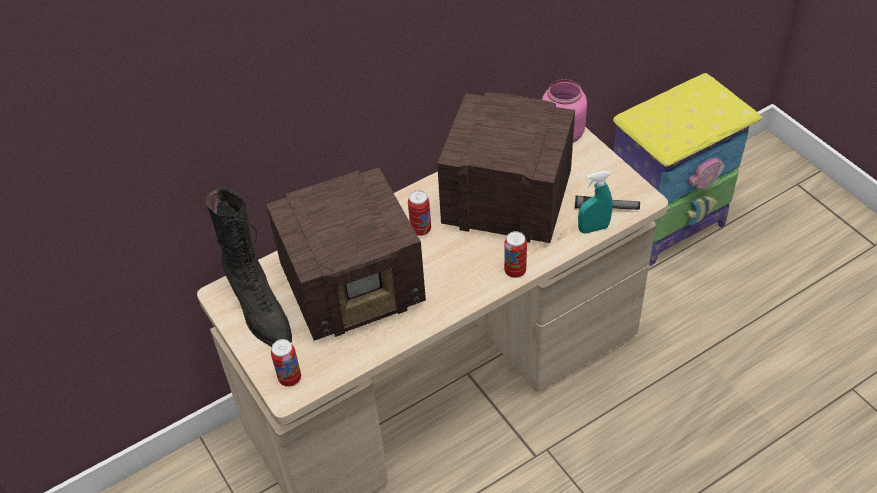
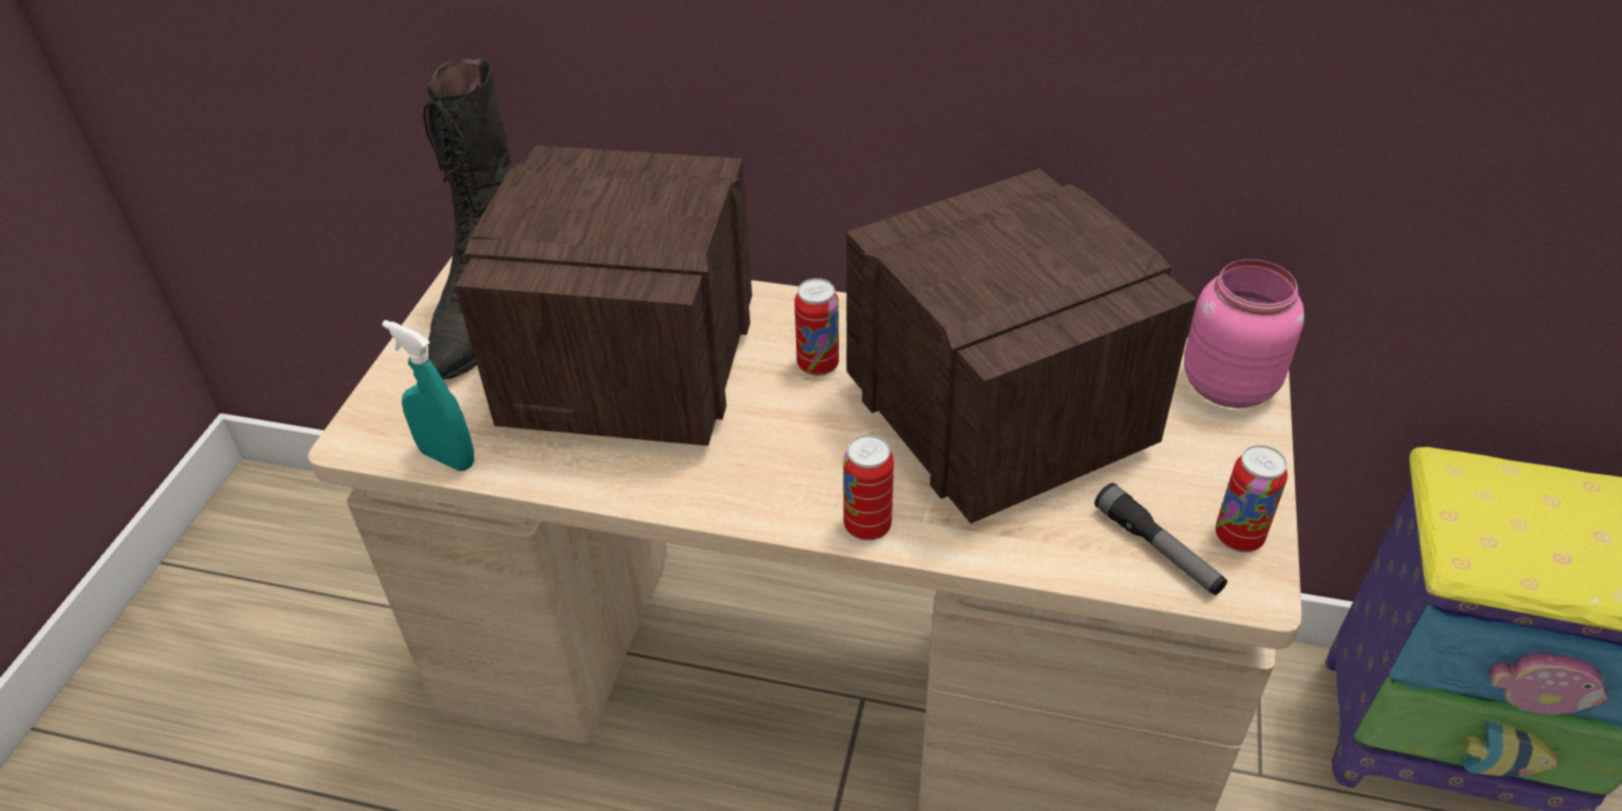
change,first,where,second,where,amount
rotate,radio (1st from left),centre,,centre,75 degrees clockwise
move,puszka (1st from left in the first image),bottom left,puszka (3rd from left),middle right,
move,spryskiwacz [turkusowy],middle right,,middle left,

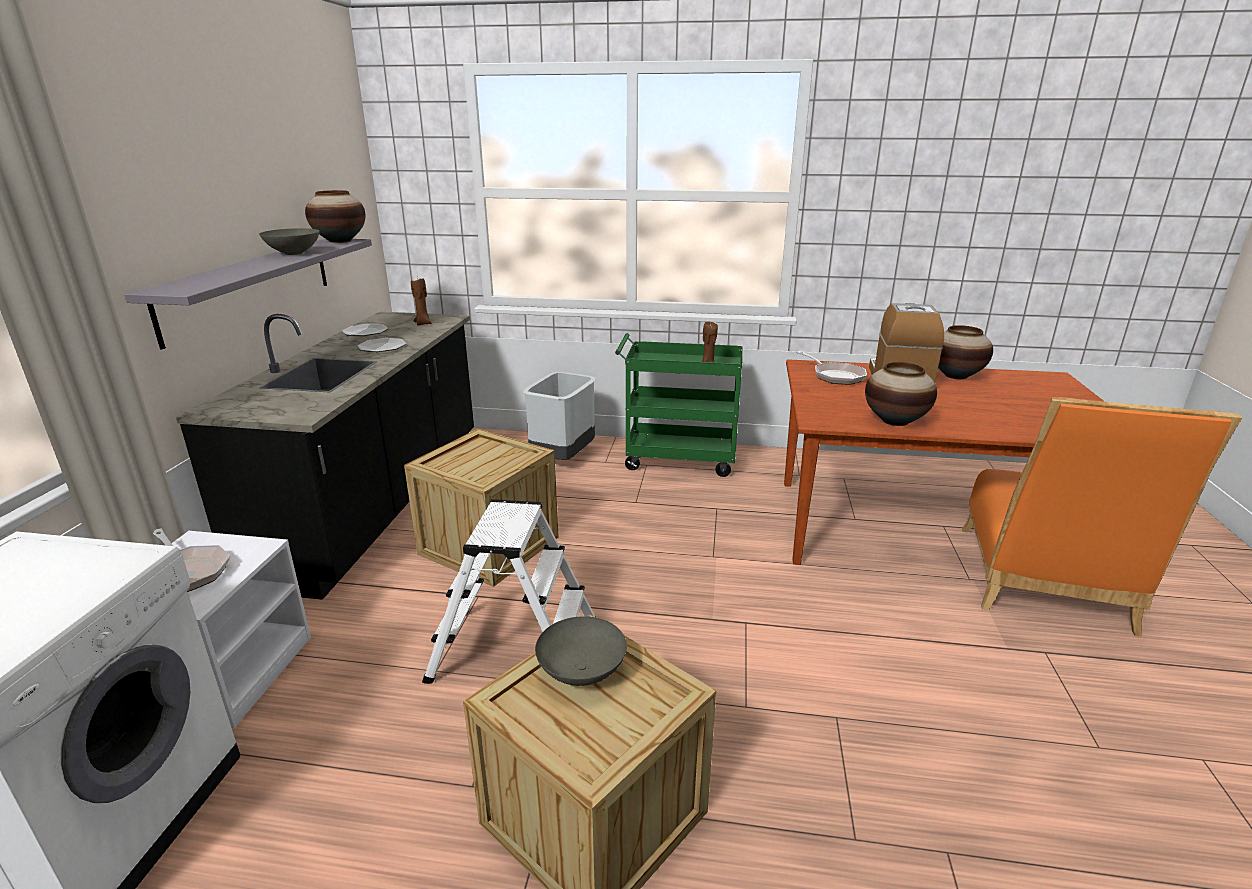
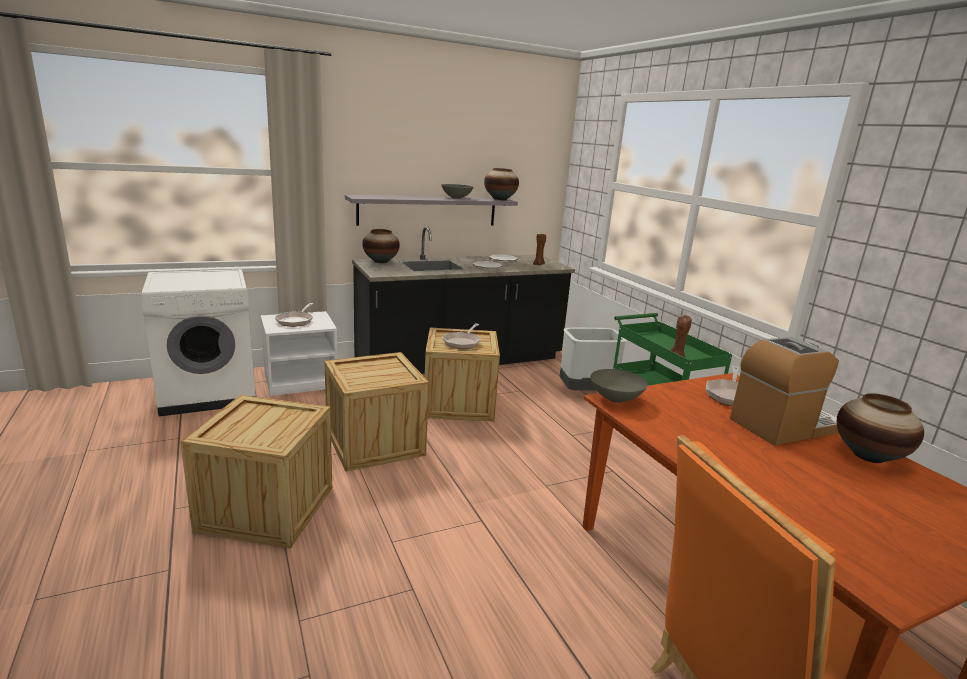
change,first,where,second,where,amount
replace,drabinka [biały],centre,skrzynka (2nd from left),centre,
move,miska [szary] (2nd from left),bottom centre,,centre,
move,wazon (2nd from left in the first image),middle right,wazon (1st from left),centre,
insert,,,patelnia (2nd from left),centre,

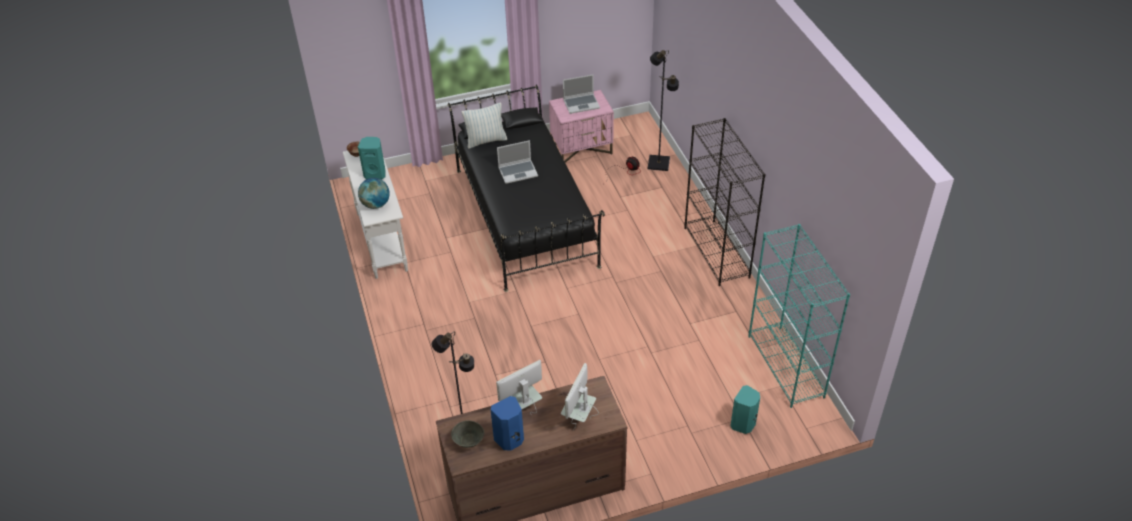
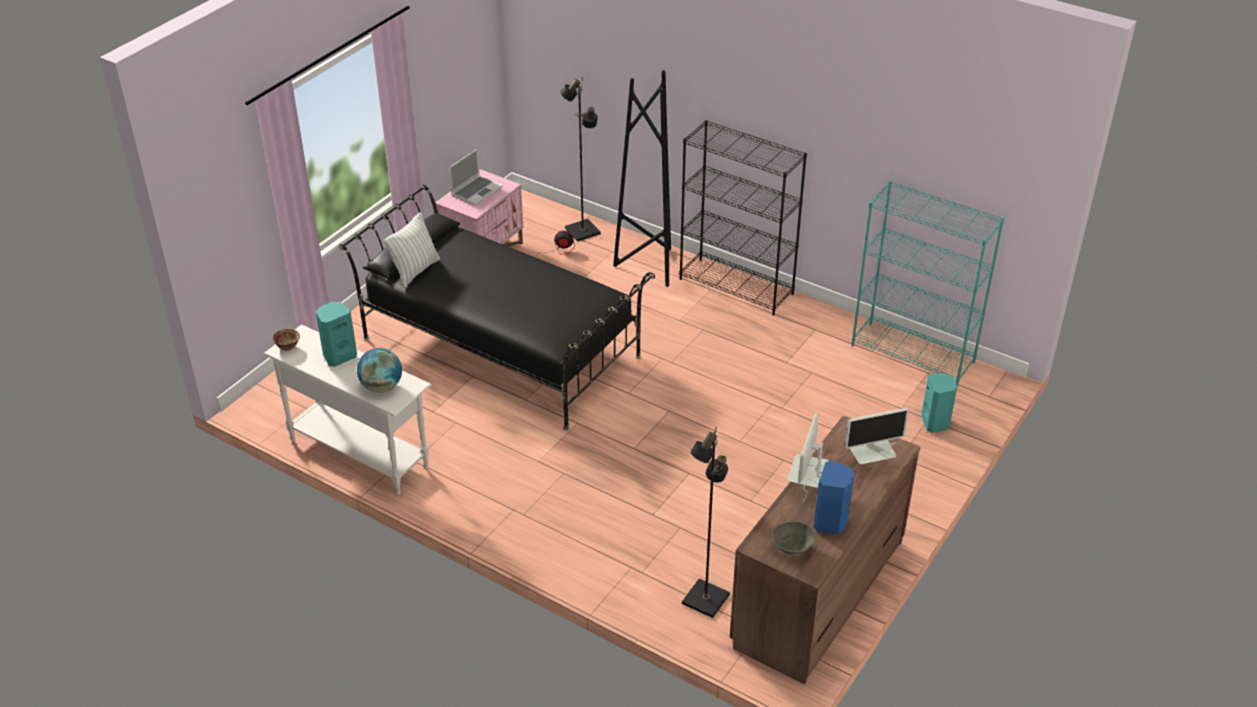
change,first,where,second,where,amount
delete,laptop (1st from left),top centre,,,
rotate,monitor (2nd from left),bottom centre,,middle right,90 degrees counterclockwise
insert,,,wieszak [czarny],top centre,

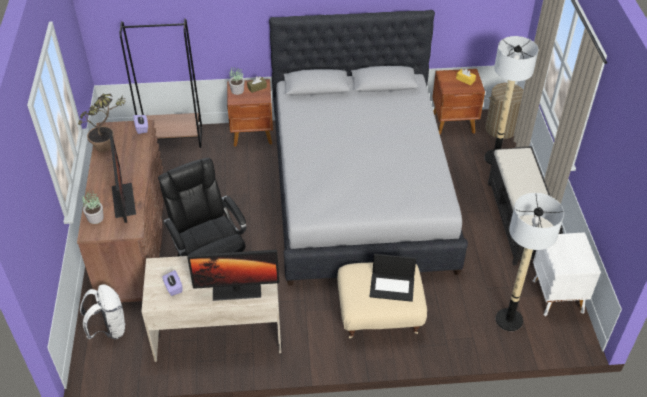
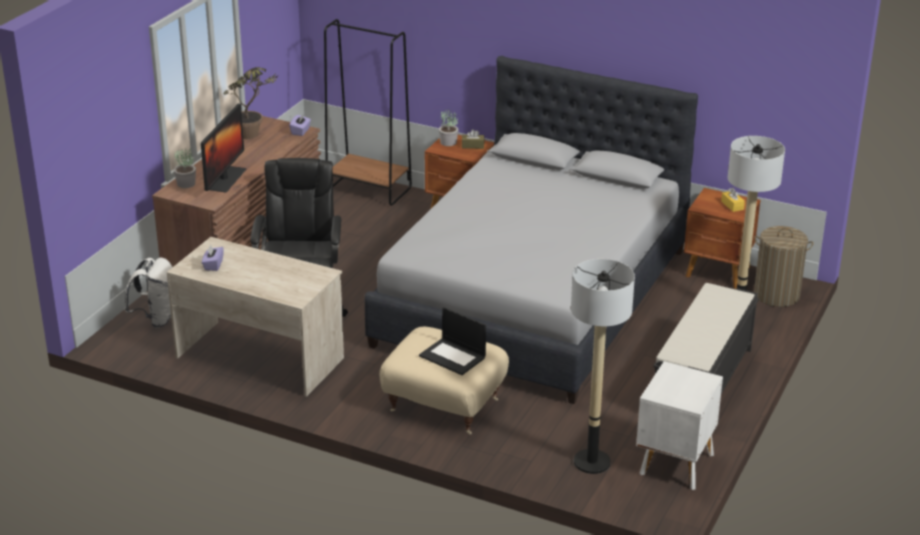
change,first,where,second,where,amount
delete,monitor (2nd from left),bottom centre,,,

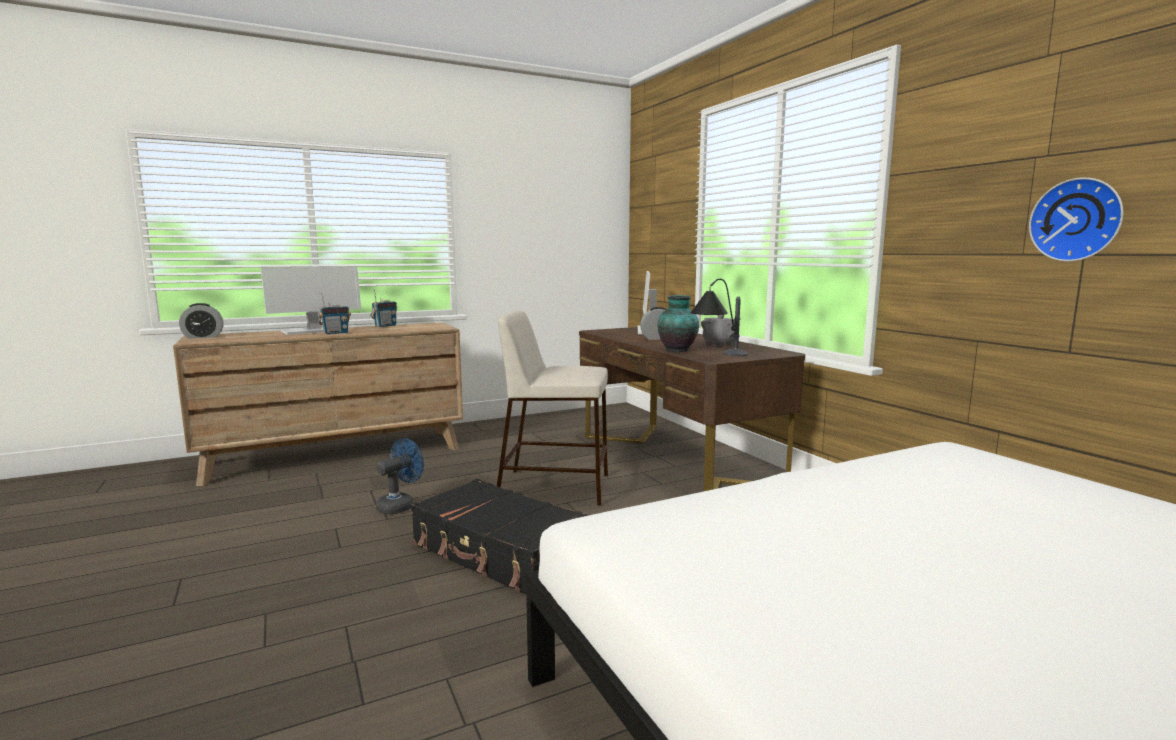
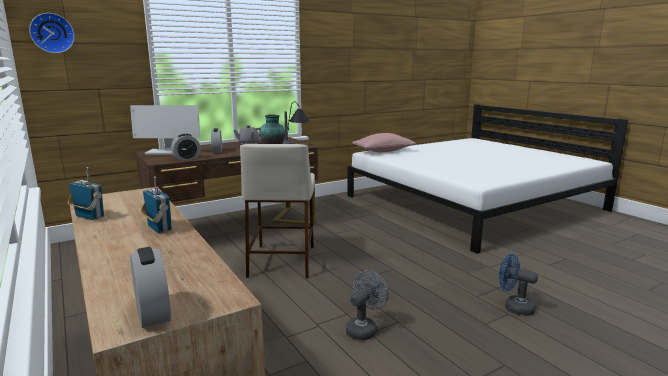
change,first,where,second,where,amount
delete,monitor (1st from left),middle left,,,
move,wentylator [niebieski],centre,,bottom right,
delete,walizka [czarny],bottom centre,,,
move,zegar ścienny,top right,,top left,
insert,,,budzik (2nd from left),middle left,
insert,,,wentylator [szary],bottom centre,
insert,,,poduszka [różowy],centre,

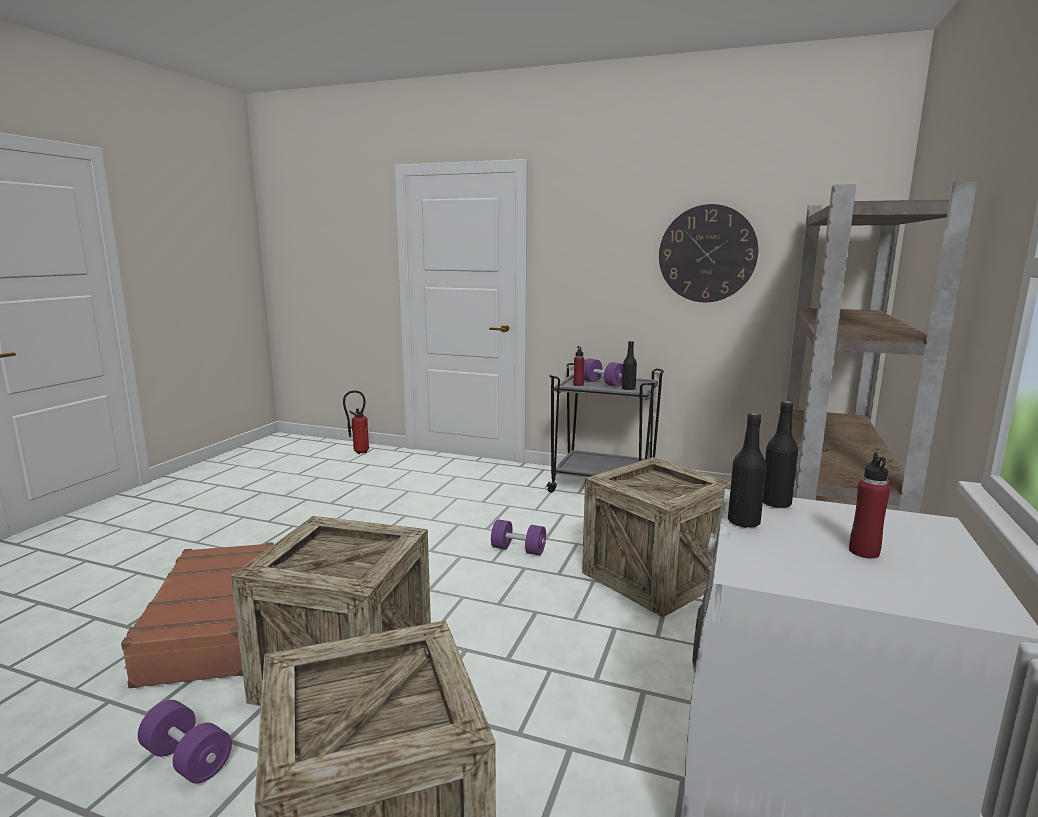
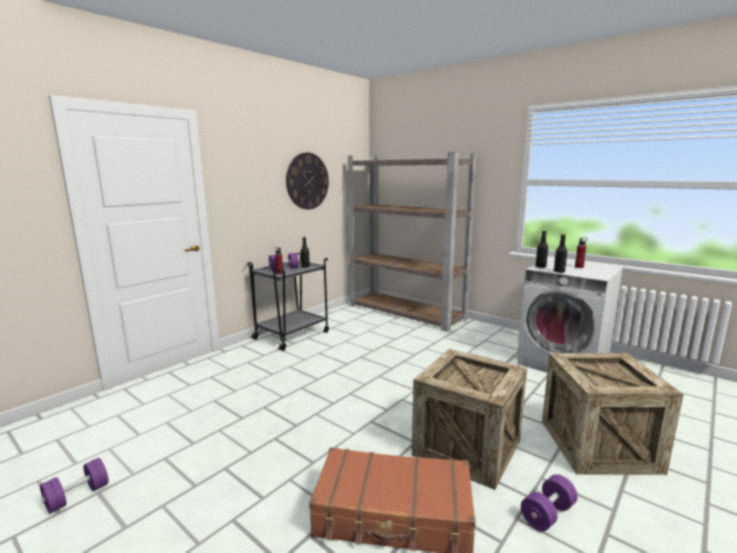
change,first,where,second,where,amount
delete,gaśnica,centre,,,
move,hantel [fioletowy] (2nd from left in the first image),centre,hantel [fioletowy] (1st from left),bottom left,
delete,skrzynka (3rd from left),centre,,,

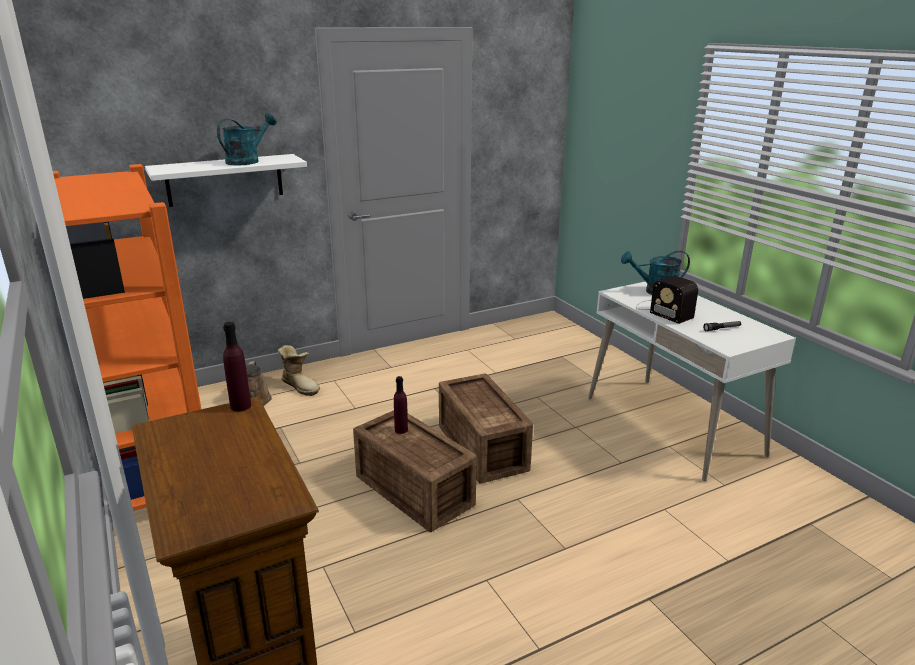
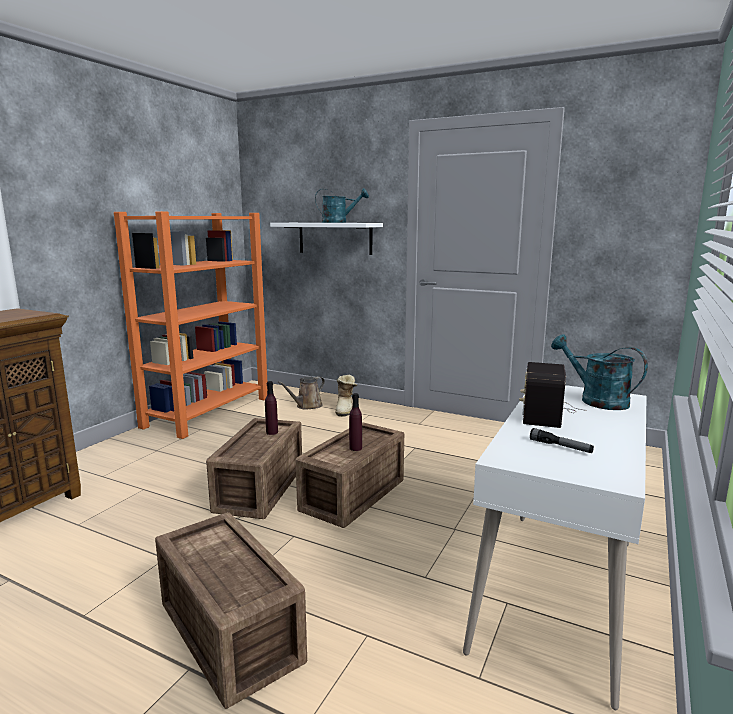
change,first,where,second,where,amount
move,butelka [fioletowy] (1st from left in the first image),middle left,butelka [fioletowy] (2nd from left),centre,
insert,,,skrzynka (1st from left),bottom left,

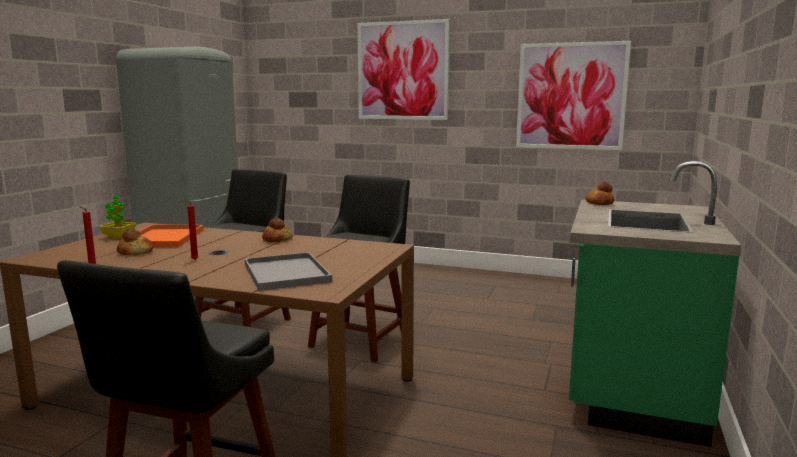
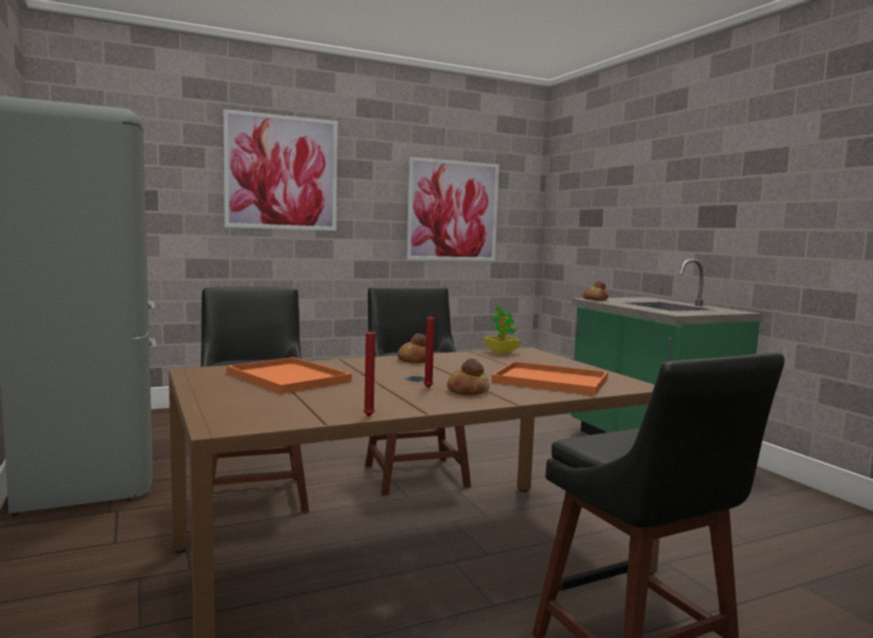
change,first,where,second,where,amount
move,roślina doniczkowa,middle left,,centre,
move,chleb (1st from left in the first image),middle left,chleb (2nd from left),centre,
recolor,taca [szary],centre,taca [pomarańczowy] (2nd from left),centre,

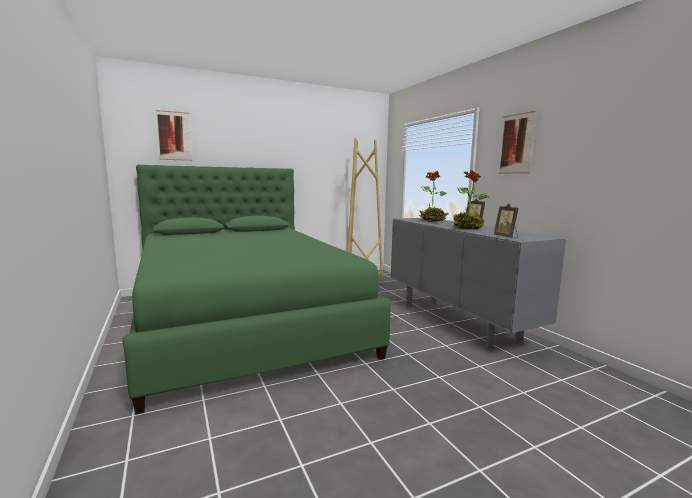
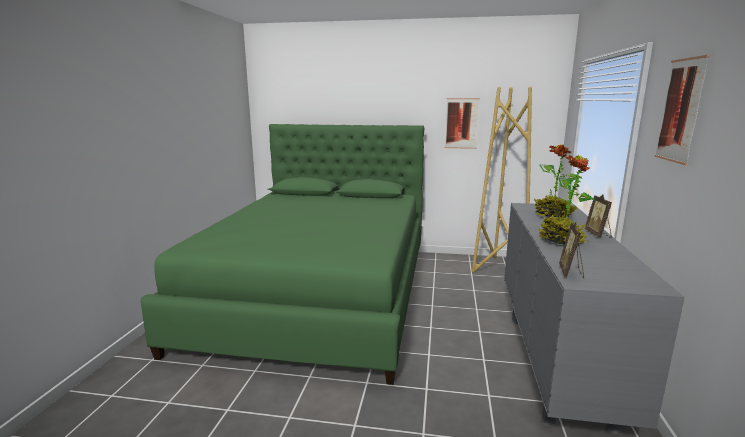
change,first,where,second,where,amount
move,obraz (1st from left),top left,,top centre,

